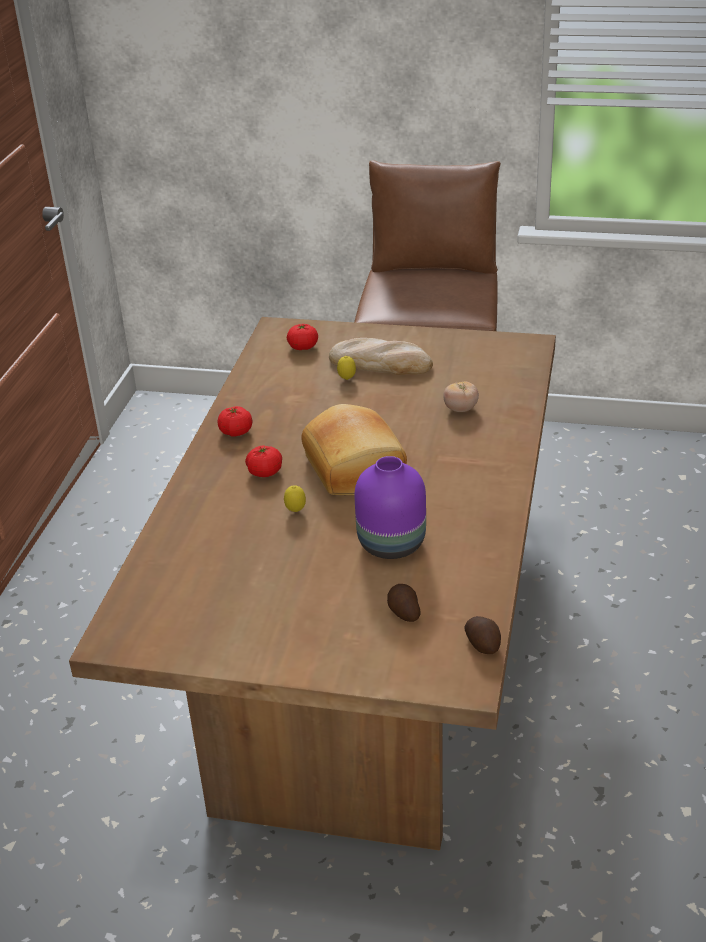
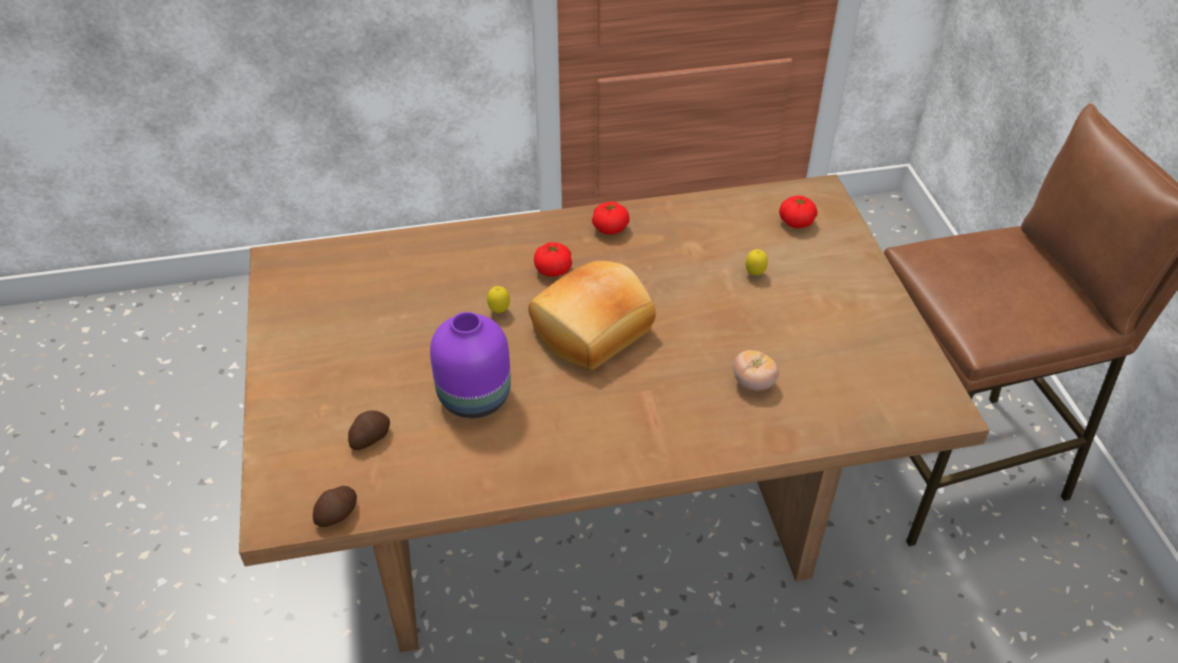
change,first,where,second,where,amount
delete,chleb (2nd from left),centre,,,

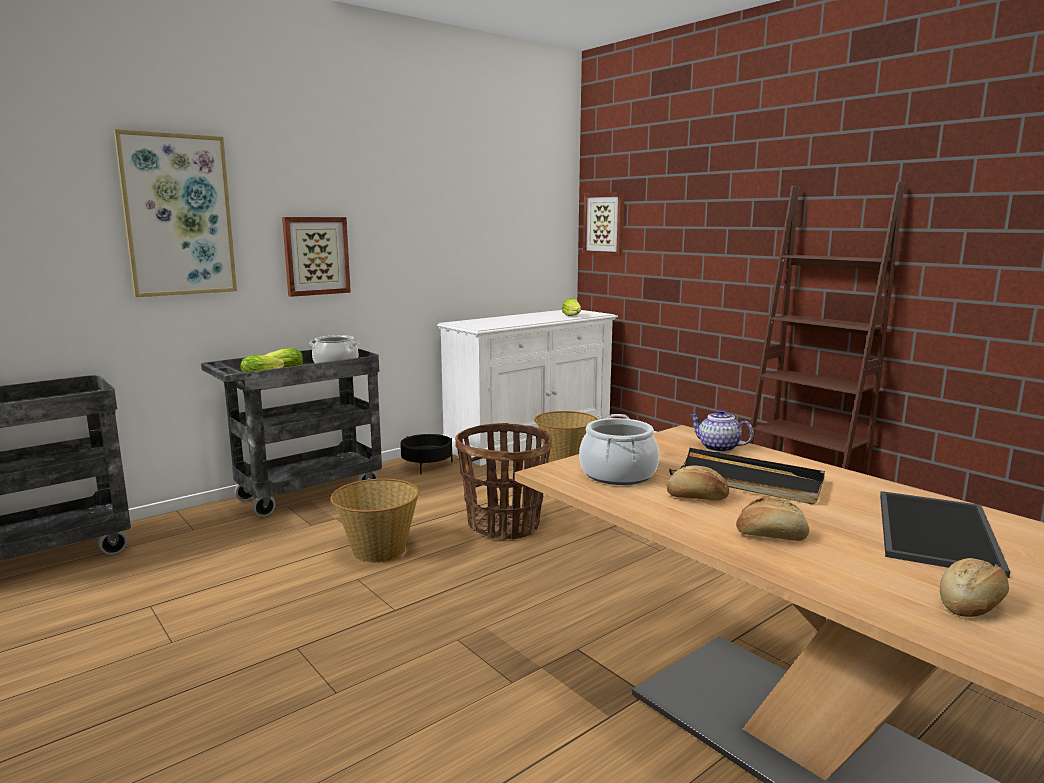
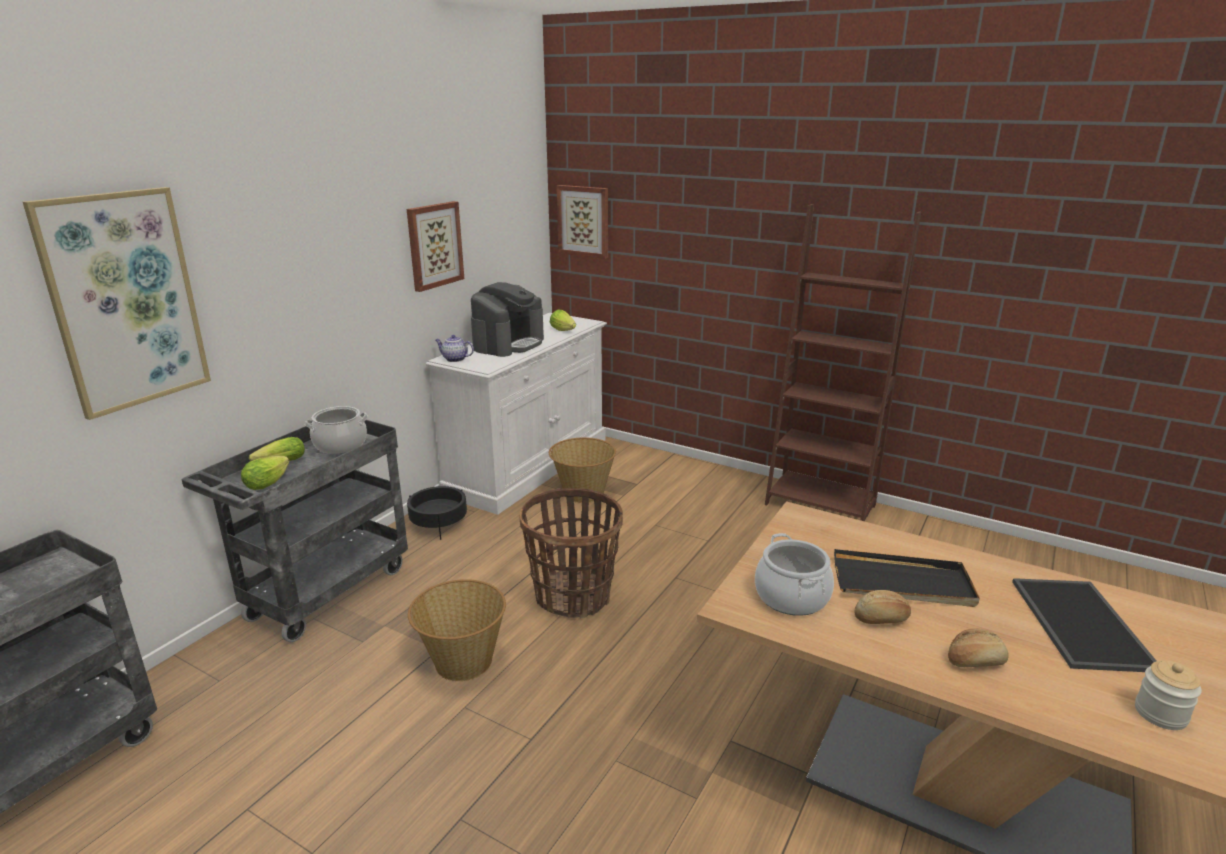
change,first,where,second,where,amount
move,obraz (2nd from left),top left,,top centre,
move,imbryk,middle right,,centre,
replace,chleb (3rd from left),bottom right,słoik,bottom right,
insert,,,ekspres do kawy,centre,

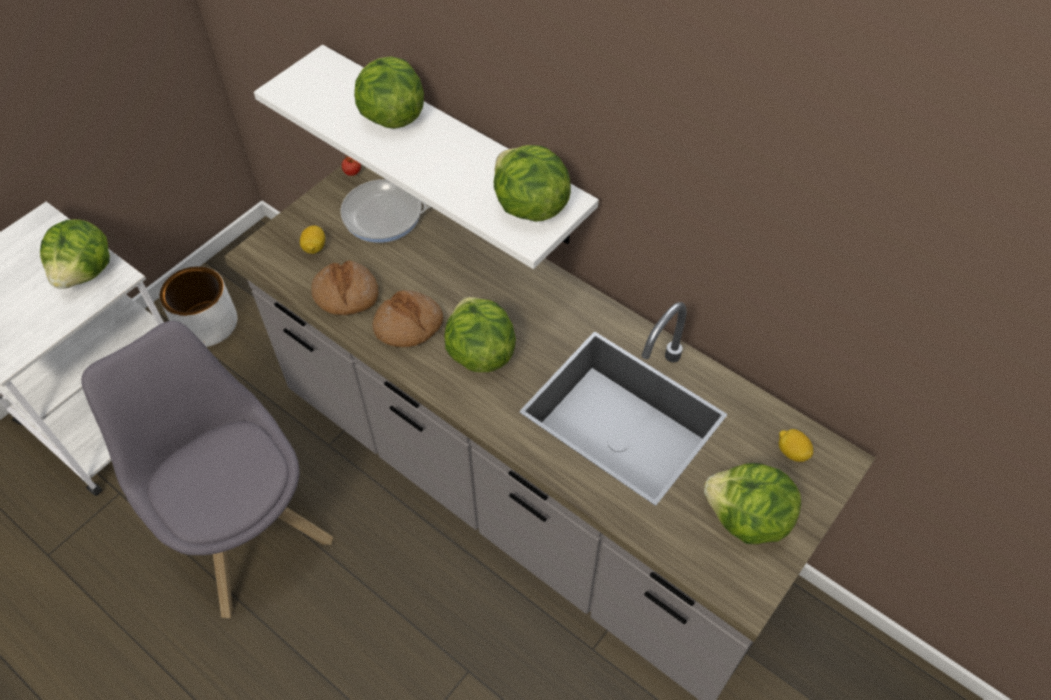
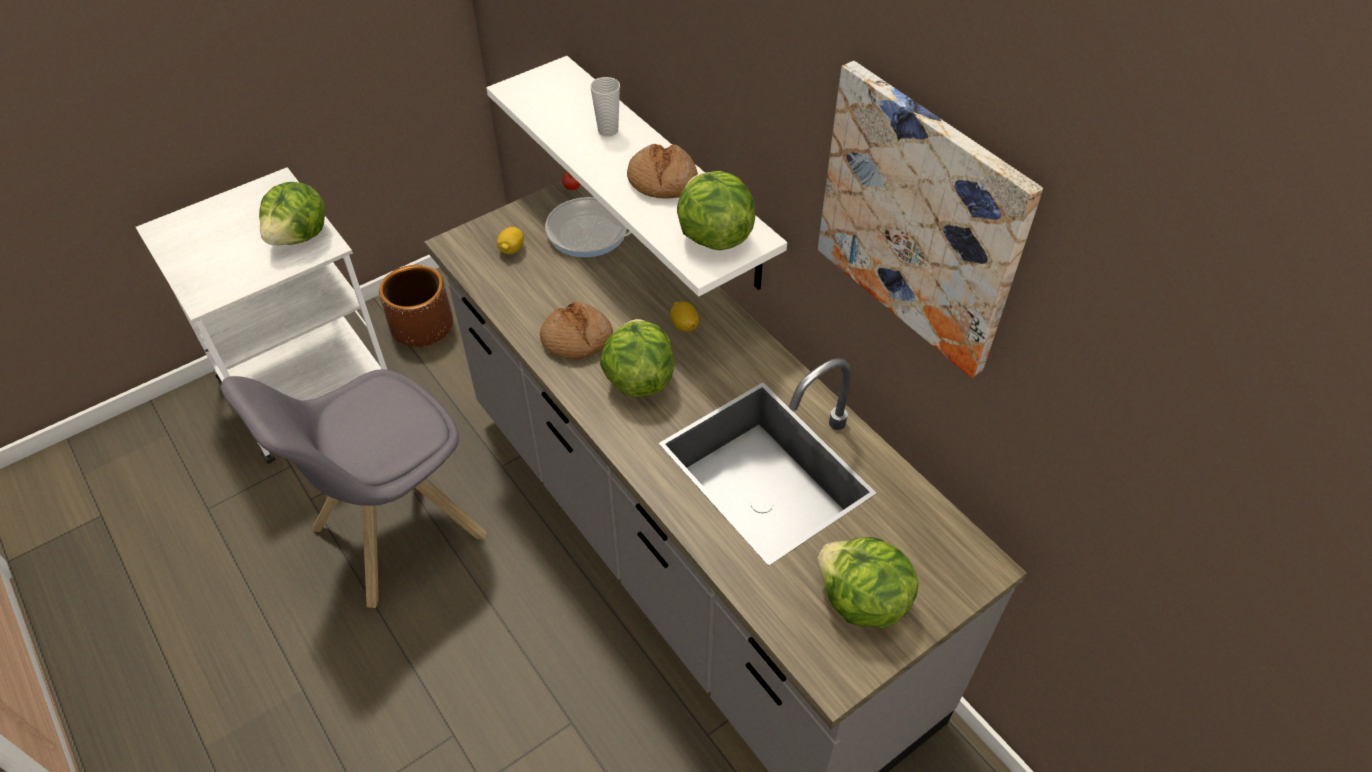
change,first,where,second,where,amount
rotate,krzesło [szary],bottom left,,middle left,105 degrees counterclockwise
recolor,donica [biały],middle left,donica [brązowy],middle left,
move,chleb (1st from left in the first image),middle left,chleb (2nd from left),top centre,
replace,sałata (2nd from left),top centre,filiżanka,top centre,
move,cytryna (2nd from left),middle right,,centre,
insert,,,obraz,top right,

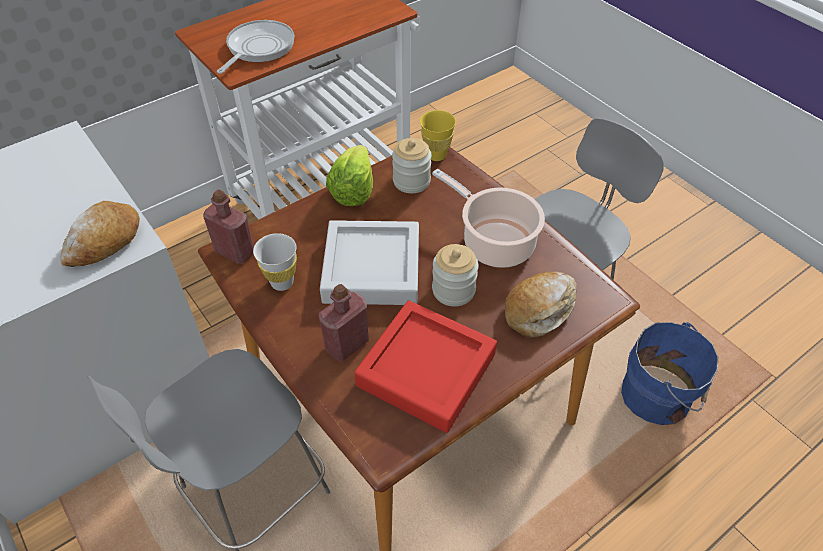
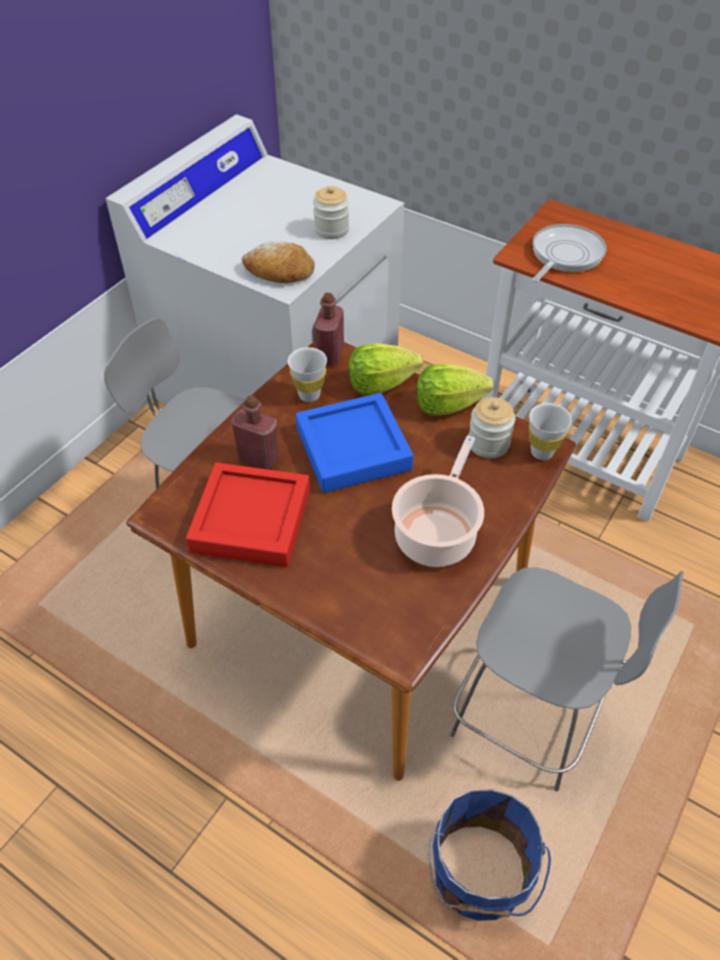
change,first,where,second,where,amount
rotate,patelnia,top left,,top right,60 degrees counterclockwise
recolor,taca [szary],centre,taca [niebieski],centre,
recolor,filiżanka [żółty],top centre,filiżanka [biały] (2nd from left),middle right,
move,słoik (2nd from left in the first image),centre,słoik (1st from left),top centre,
delete,chleb (2nd from left),centre,,,
insert,,,sałata (1st from left),centre,

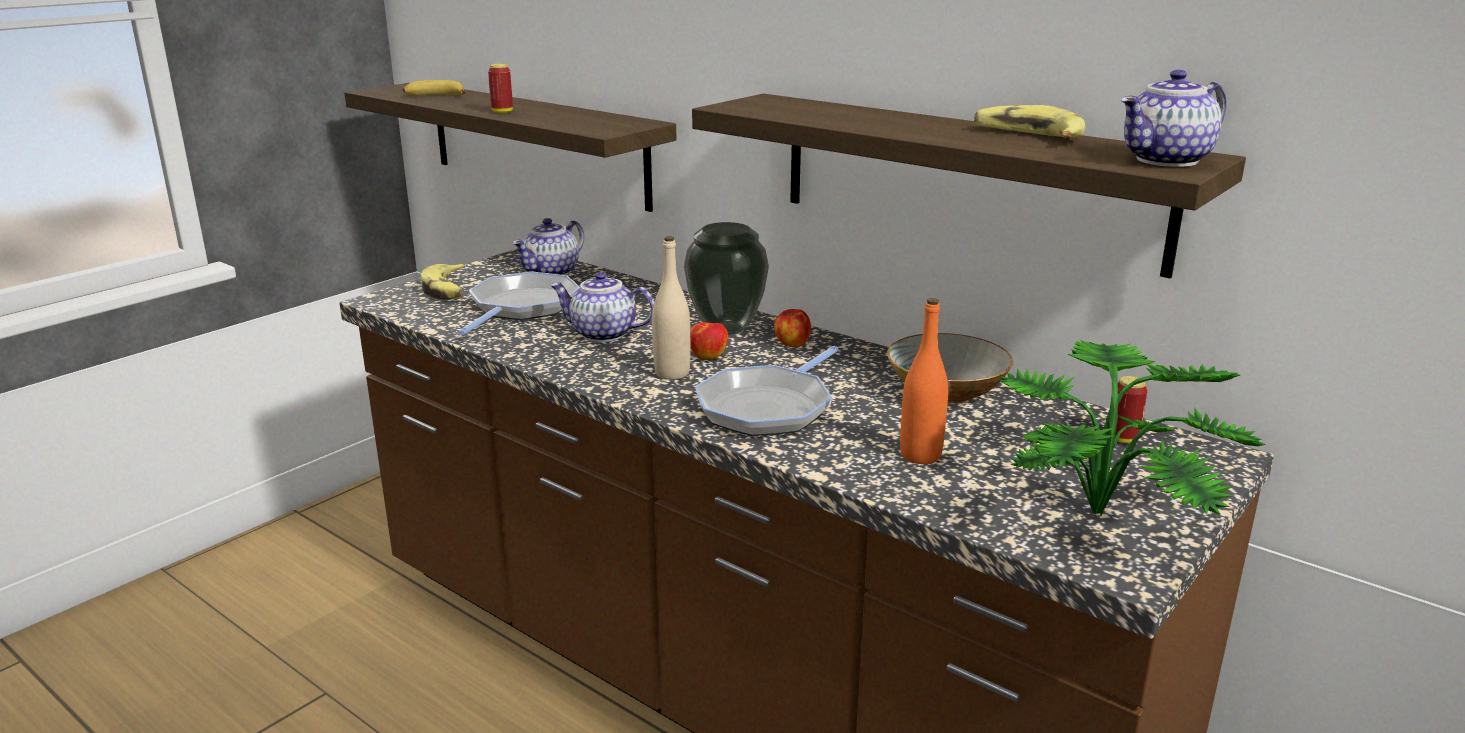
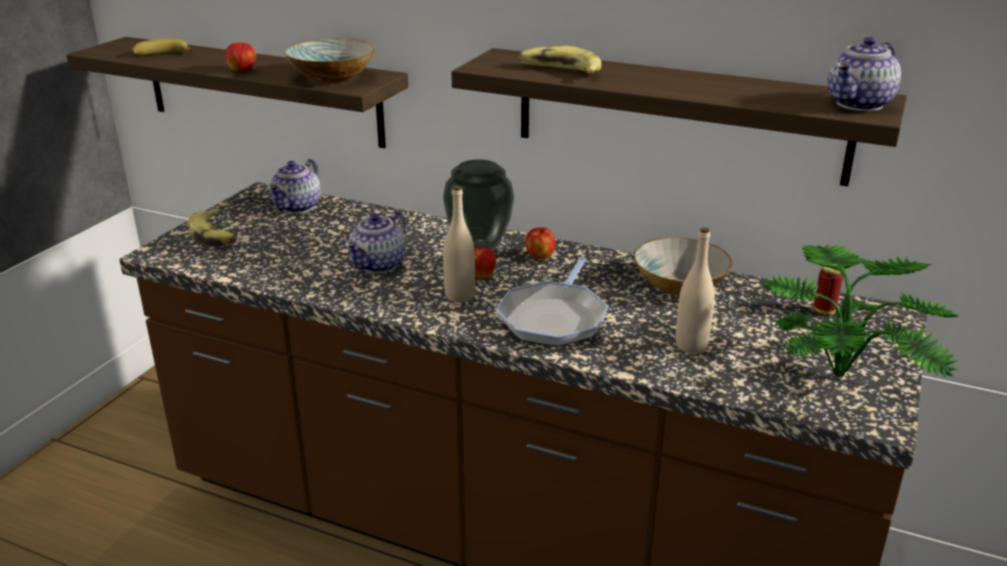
change,first,where,second,where,amount
delete,patelnia (1st from left),centre,,,
replace,puszka (1st from left),top centre,jabłko (1st from left),top left,
rotate,imbryk (2nd from left),centre,,centre,60 degrees counterclockwise
recolor,butelka [pomarańczowy],centre,butelka [beżowy] (2nd from left),middle right,
move,banan (3rd from left),top right,,top centre,
insert,,,miska (1st from left),top left,

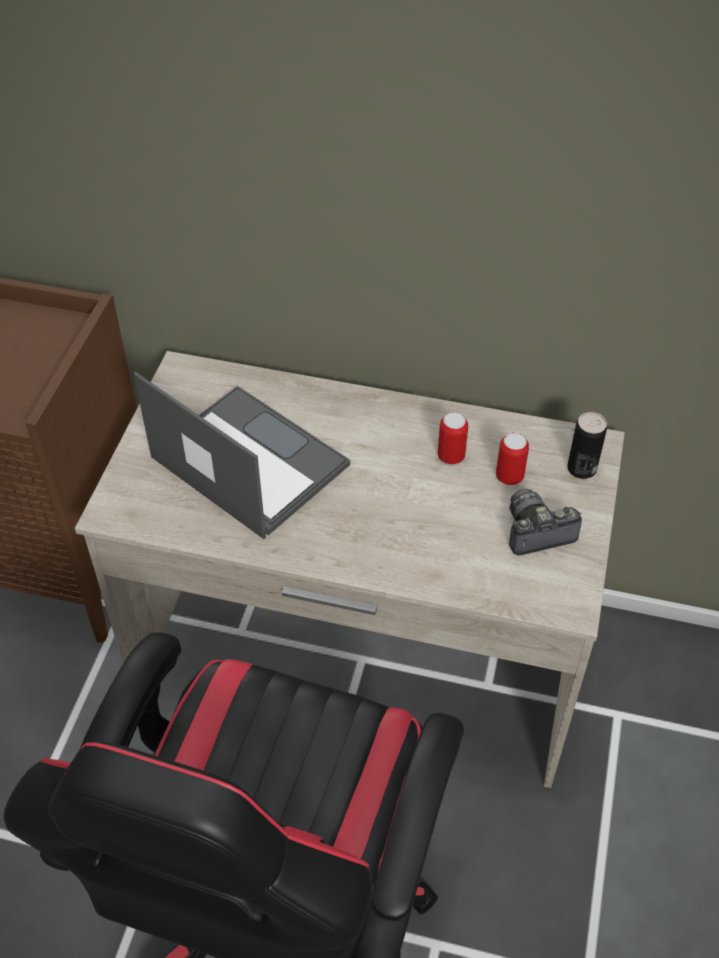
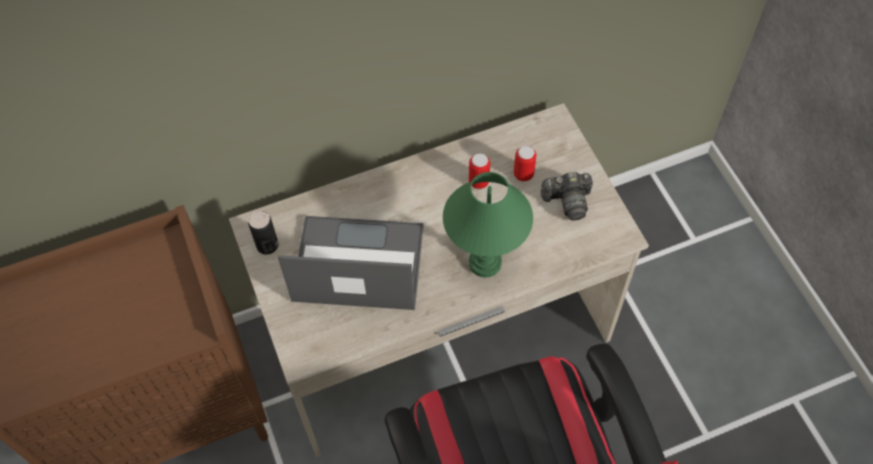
change,first,where,second,where,amount
rotate,aparat fotograficzny,middle right,,centre,135 degrees counterclockwise
move,puszka (3rd from left in the first image),middle right,puszka (1st from left),middle left,
insert,,,lampa stołowa [zielony],centre,

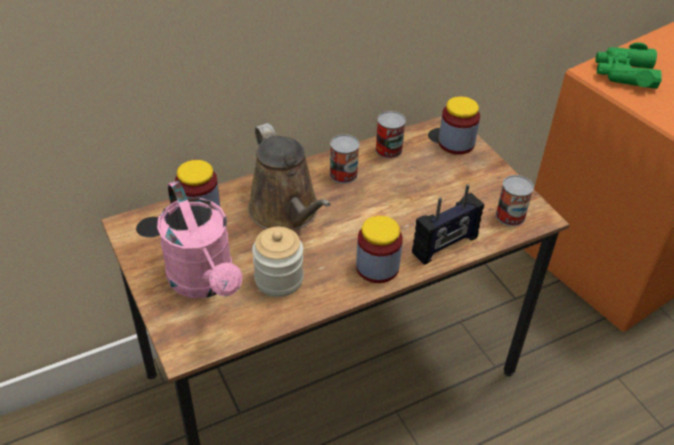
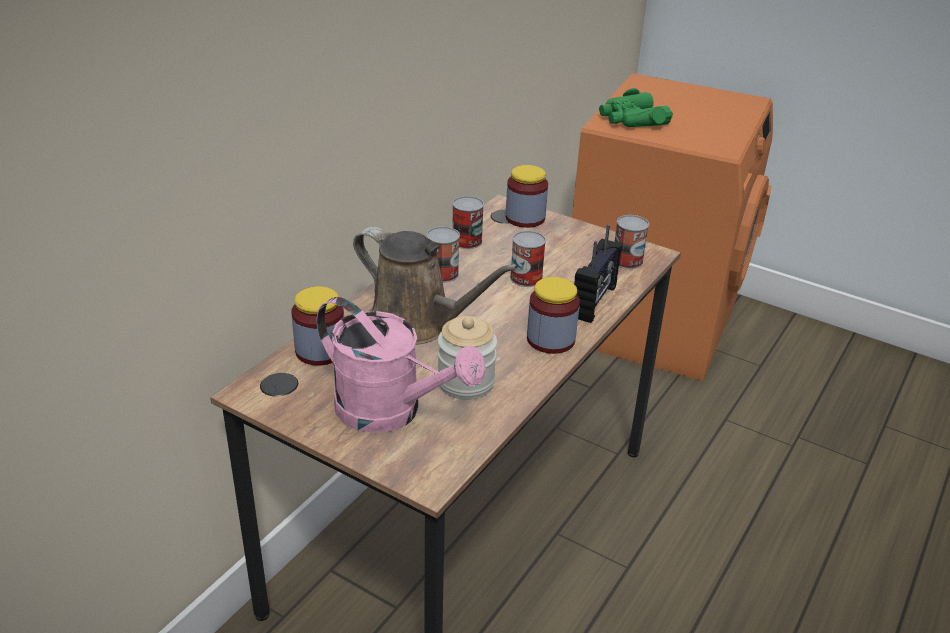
change,first,where,second,where,amount
insert,,,puszka (3rd from left),centre,

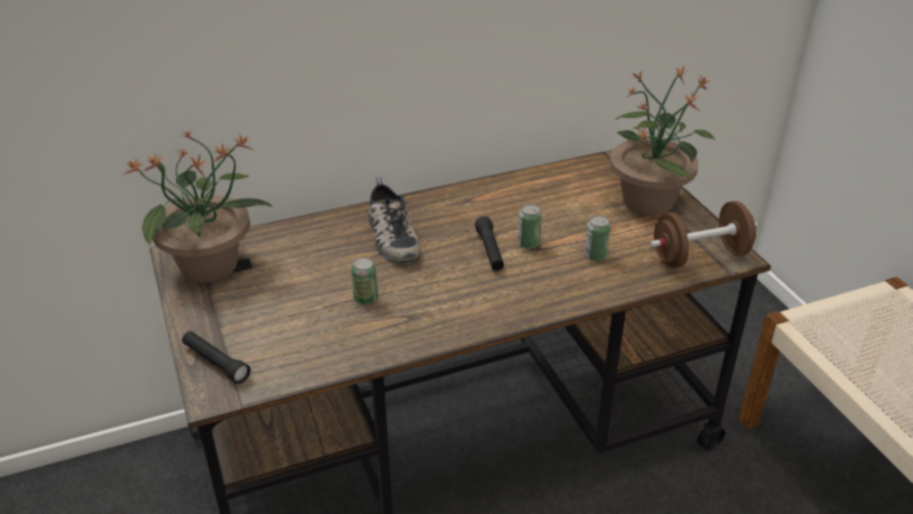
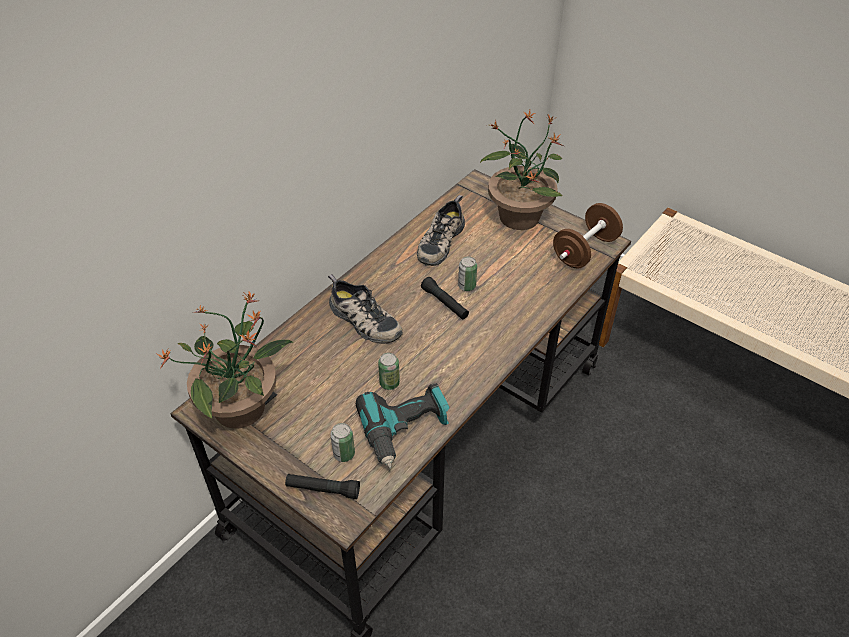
change,first,where,second,where,amount
move,puszka (3rd from left in the first image),centre,puszka (1st from left),bottom centre,
insert,,,wiertarka,bottom centre,
insert,,,but (2nd from left),centre,

